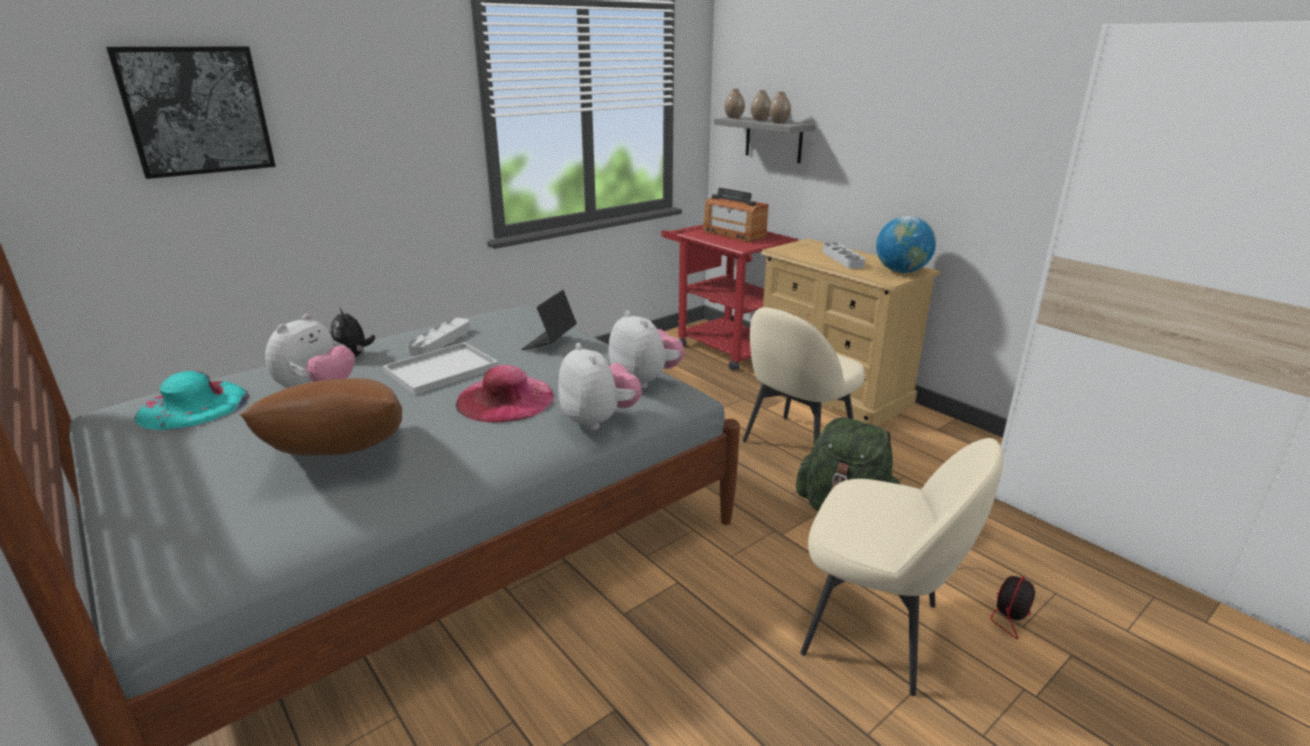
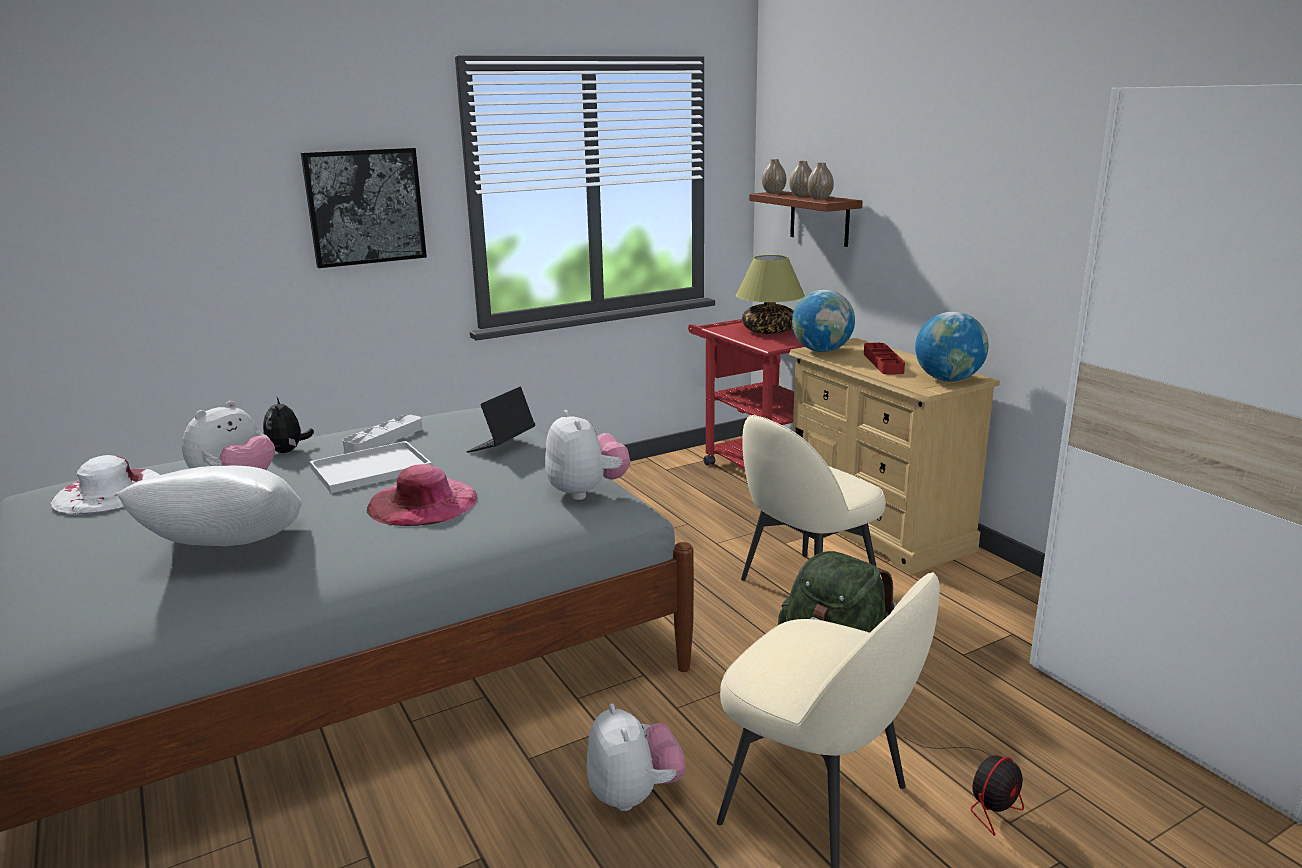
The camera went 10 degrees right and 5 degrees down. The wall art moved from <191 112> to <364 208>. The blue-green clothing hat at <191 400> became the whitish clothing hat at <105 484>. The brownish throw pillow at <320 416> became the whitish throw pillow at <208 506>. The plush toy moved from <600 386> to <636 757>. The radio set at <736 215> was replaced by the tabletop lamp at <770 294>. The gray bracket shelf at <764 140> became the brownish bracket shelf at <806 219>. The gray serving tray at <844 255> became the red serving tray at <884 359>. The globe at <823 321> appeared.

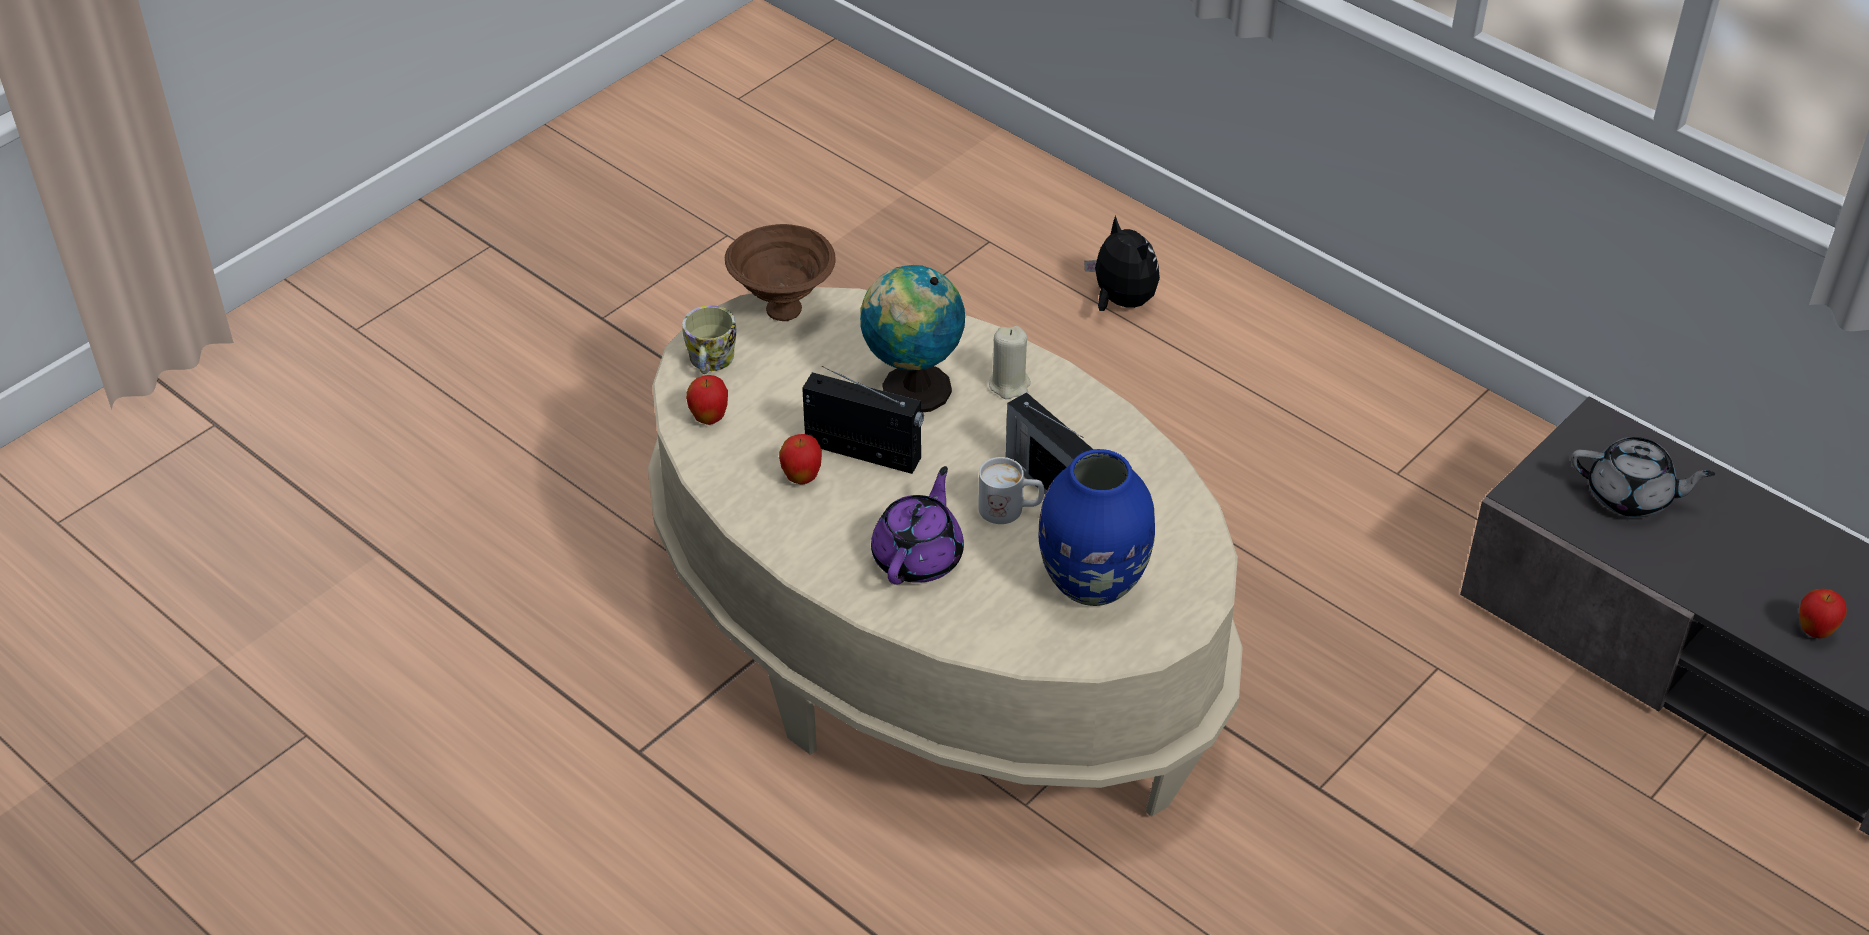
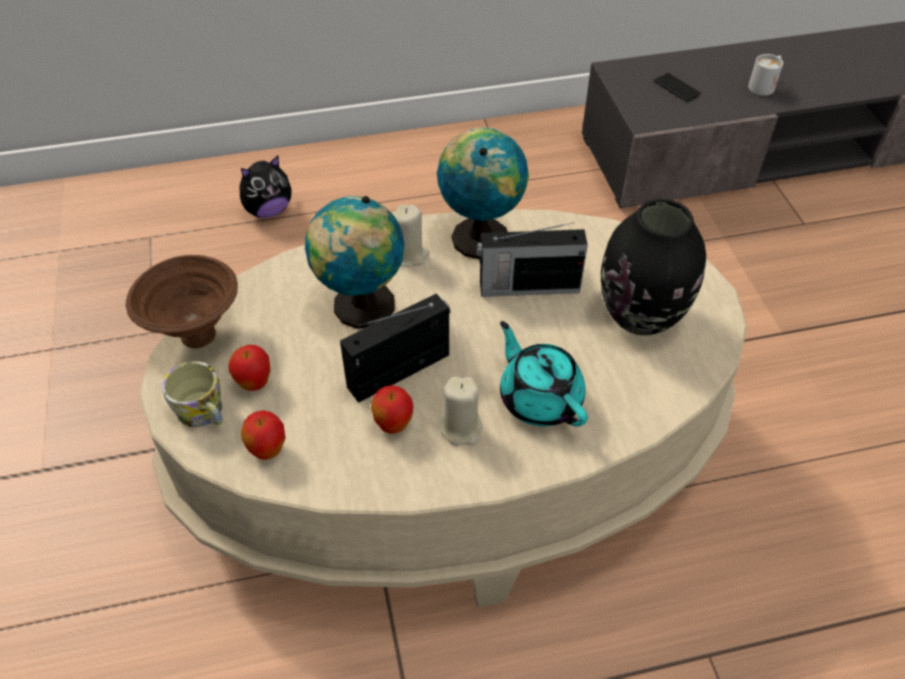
The camera went 55 degrees left and 5 degrees up. The purple-coloured tea pot at <917 525> became the blue-green tea pot at <544 374>. The whitish coffee mug moved from <1011 490> to <765 75>. The blue-coloured flower vase at <1097 527> became the blackish flower vase at <653 267>. The plush toy at <1122 263> turned 150 degrees clockwise. The gray tea pot at <1643 477> was replaced by the handset at <677 87>. The apple moved from <1823 613> to <249 368>. The globe at <483 193> appeared. The sand-coloured wax candle at <461 411> appeared.

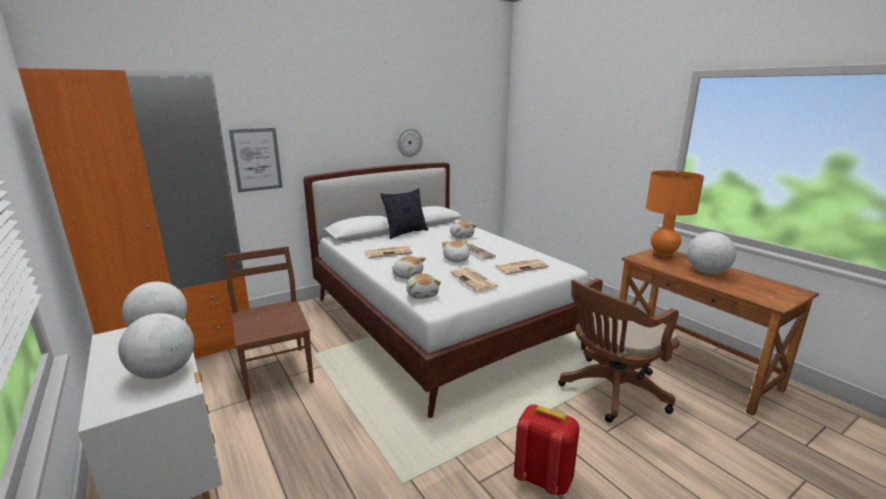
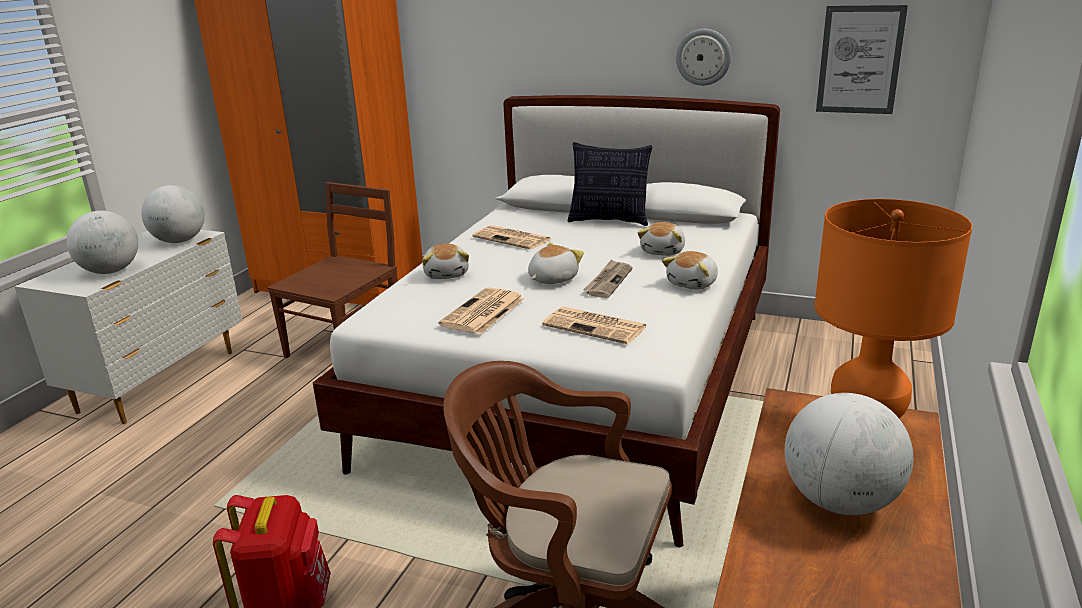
The camera went 55 degrees right and 5 degrees up. The wall art moved from <256 160> to <862 59>. The plush toy moved from <423 286> to <690 270>.

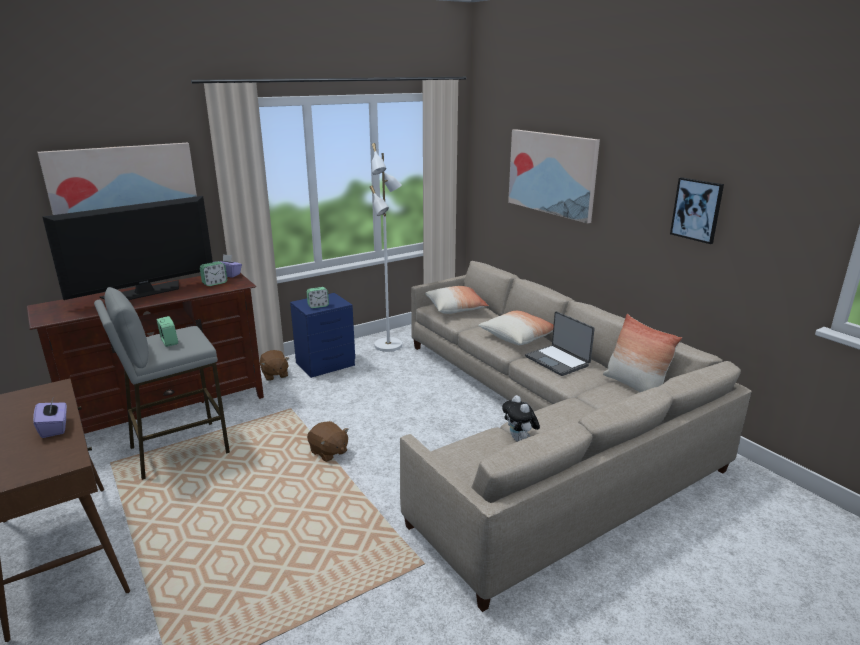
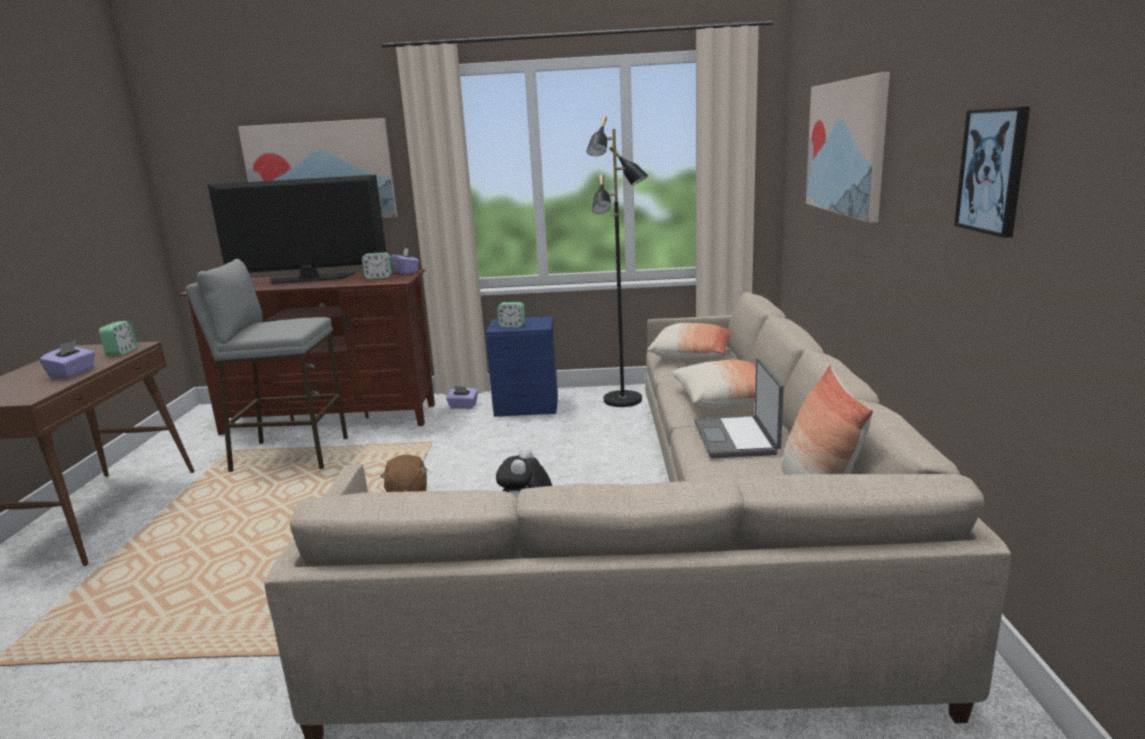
The camera went 35 degrees right and 5 degrees down. The alarm clock moved from <167 331> to <118 338>. The brownish plush toy at <274 365> was replaced by the purple-coloured box of tissues at <462 397>. The whitish floor lamp at <385 247> became the blackish floor lamp at <617 261>.

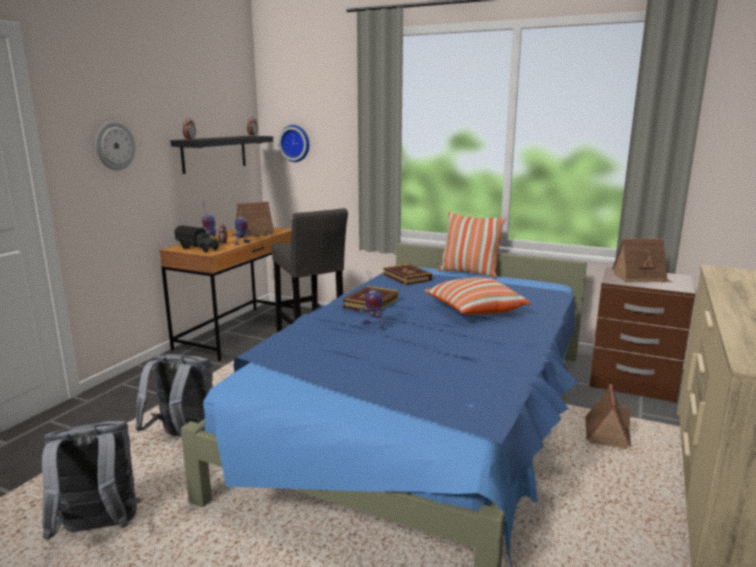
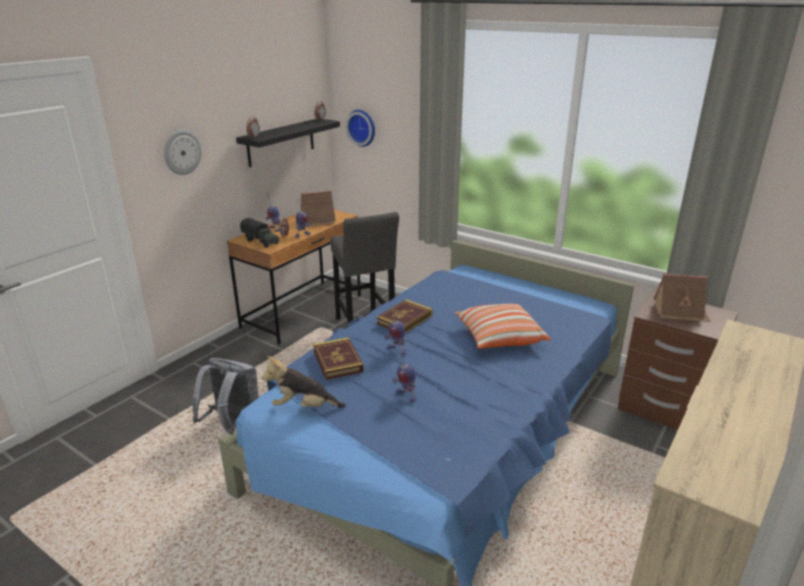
The camera went 10 degrees right and 10 degrees up. The gray rucksack at <91 481> disappeared. The book moved from <407 274> to <338 358>. The throw pillow at <472 245> disappeared. The miniature house at <608 416> disappeared. The plush toy at <304 382> appeared. The model robot at <404 375> appeared.

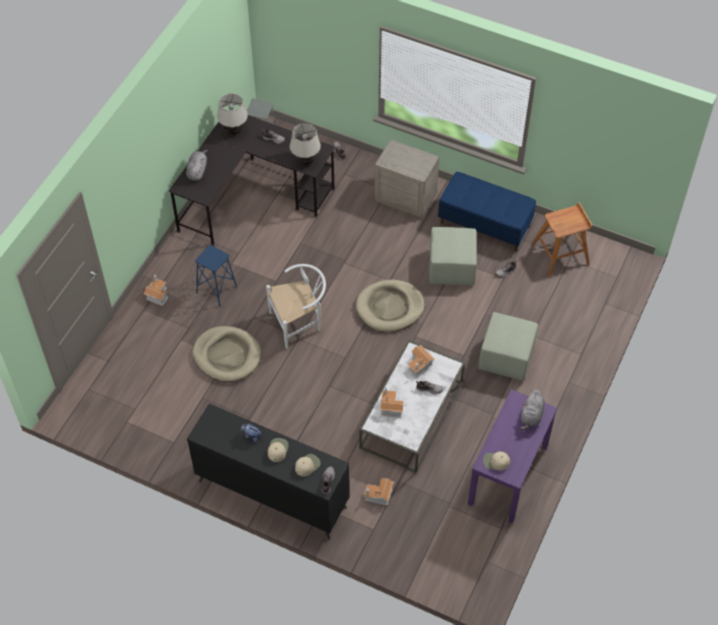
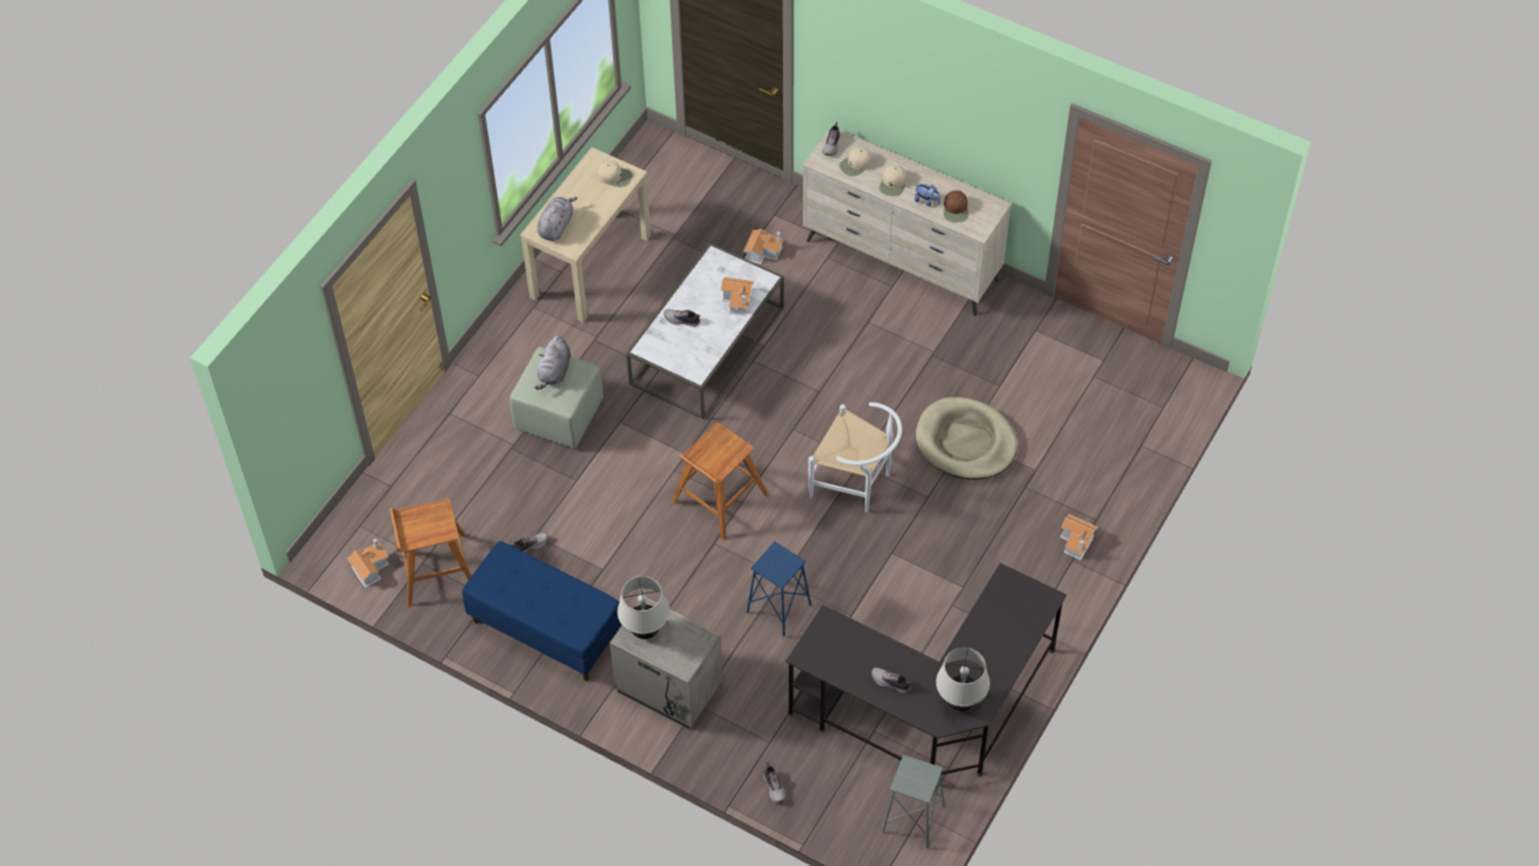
The camera went 175 degrees left and 0 degrees up. The gray plush toy moved from <197 165> to <553 362>. The blackish drawer chest at <268 472> became the sand-coloured drawer chest at <907 221>. The blue-coloured sitting stool moved from <216 275> to <779 589>. The whitish upright chair at <296 306> turned 135 degrees counterclockwise. The sand-coloured tabletop lamp moved from <305 144> to <643 607>. The sand-coloured pet bed at <390 306> was replaced by the brownish sitting stool at <719 481>. The miniature house moved from <421 361> to <368 563>. The green-coloured footrest at <453 256> disappeared. The purple-coloured console table at <512 456> became the sand-coloured console table at <585 235>. The brownish baseball cap at <956 206> appeared.

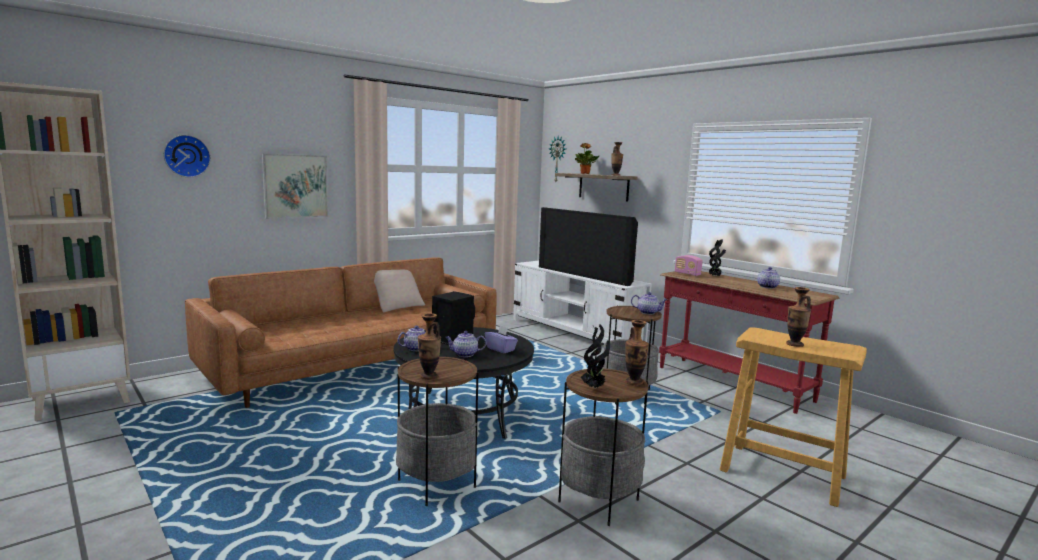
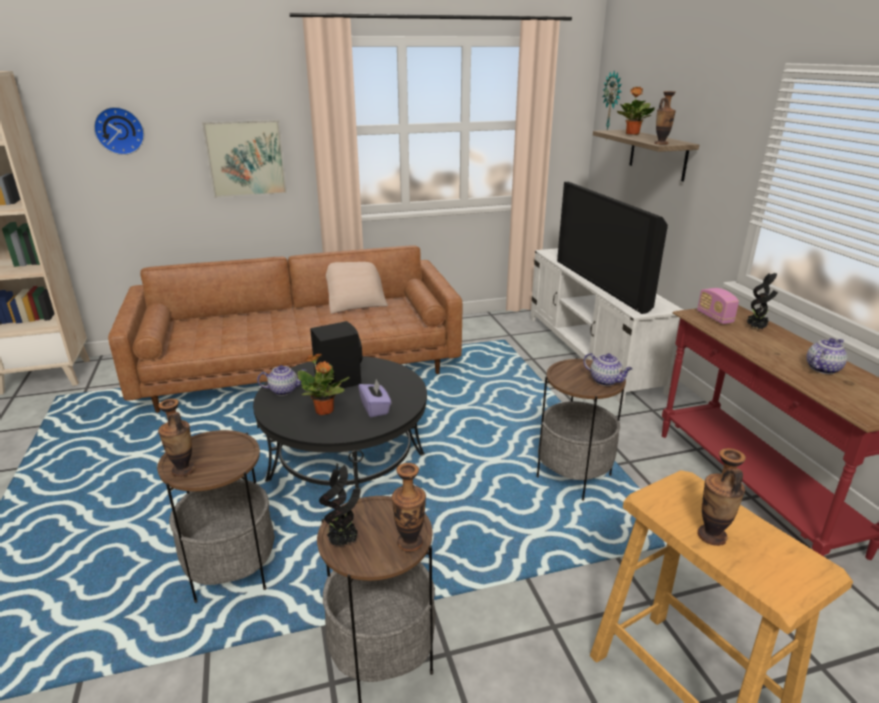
The camera went 25 degrees right and 15 degrees up. The tea pot at <465 344> was replaced by the potted plant at <323 384>.

